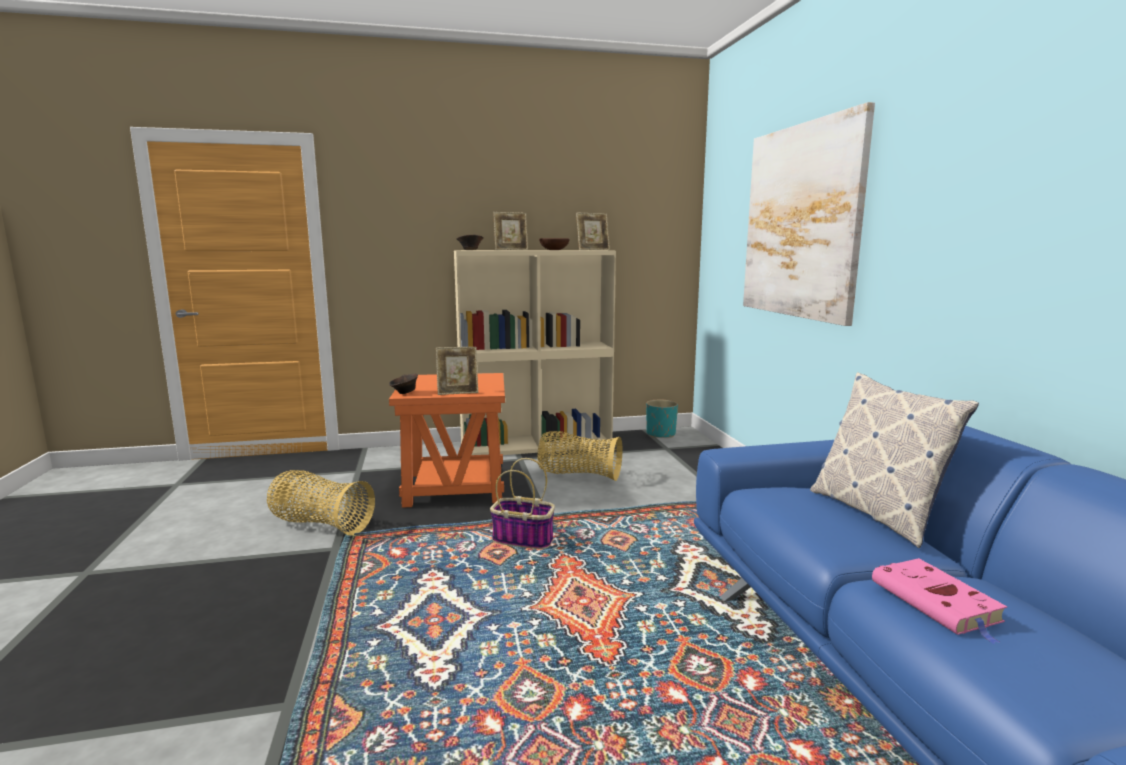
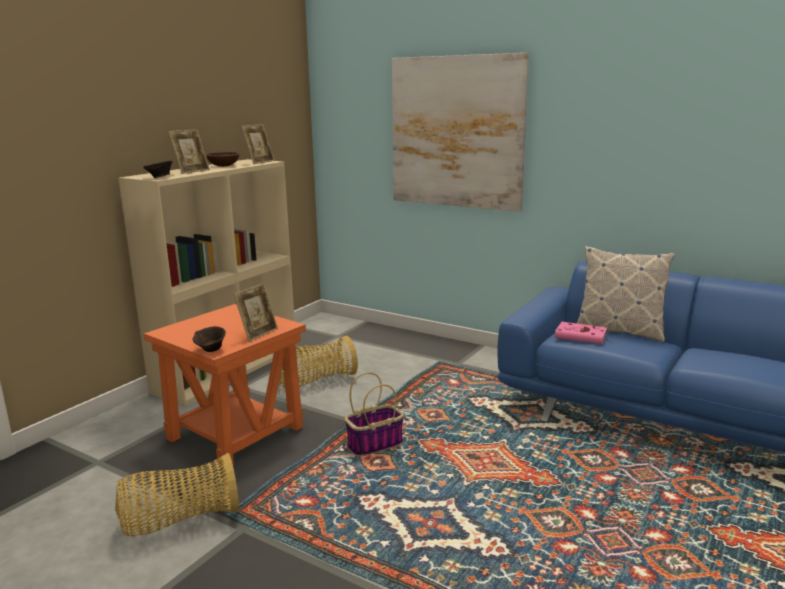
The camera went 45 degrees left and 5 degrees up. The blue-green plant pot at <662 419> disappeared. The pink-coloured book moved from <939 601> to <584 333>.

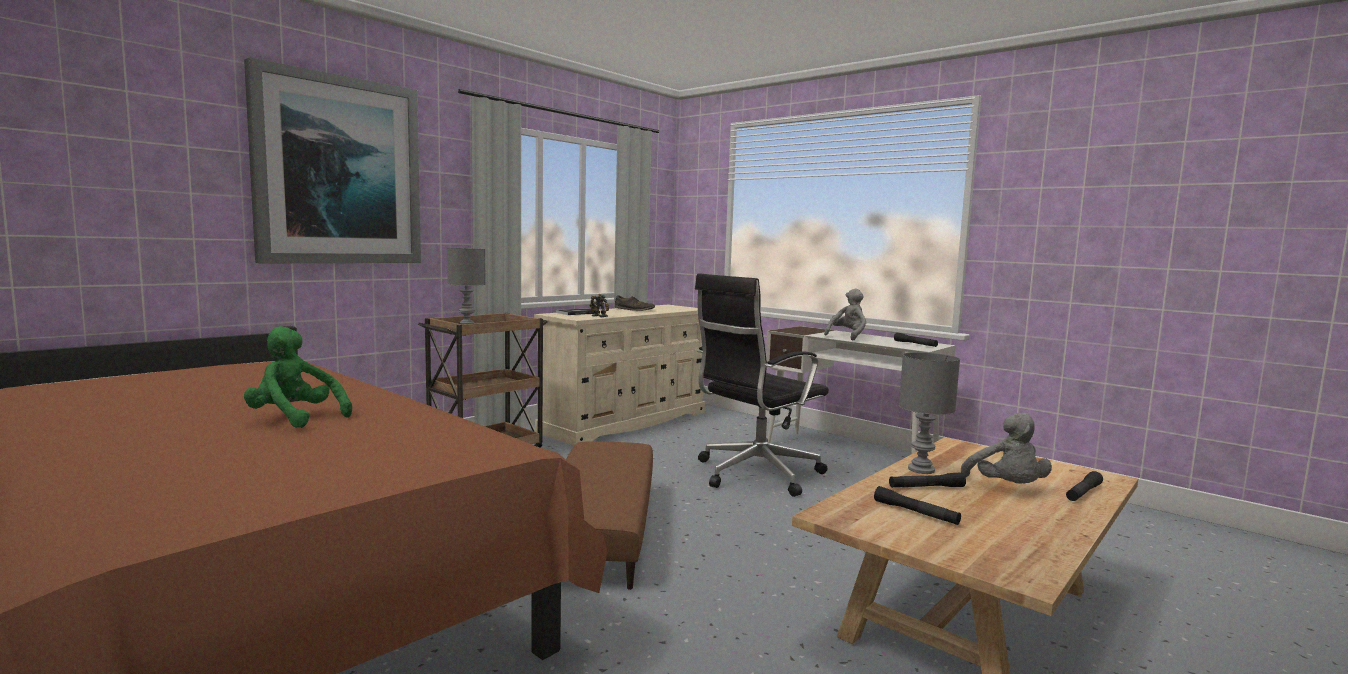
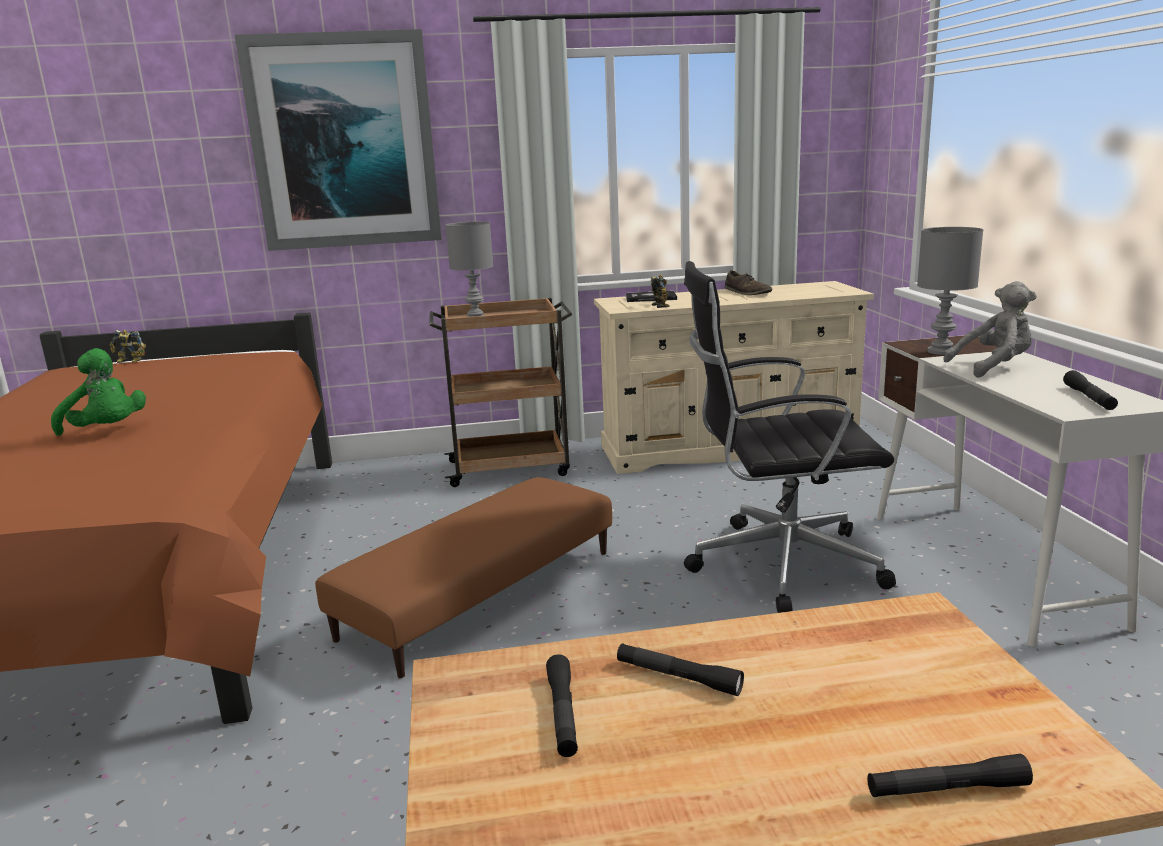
The camera went 40 degrees right and 10 degrees up. The green-coloured plush toy at <298 377> turned 150 degrees clockwise. The gray tabletop lamp moved from <929 413> to <950 291>. The gray plush toy at <1006 448> disappeared. The model robot at <128 346> appeared.

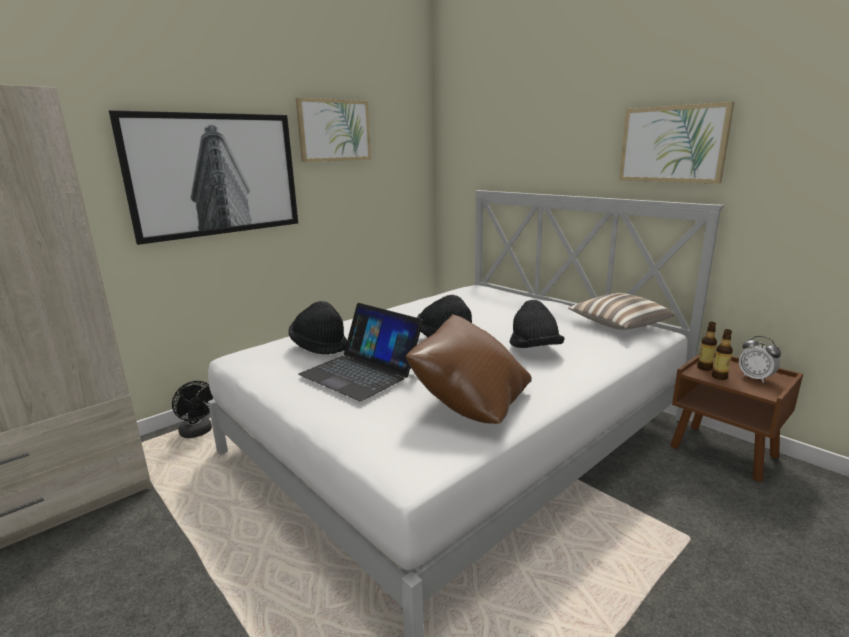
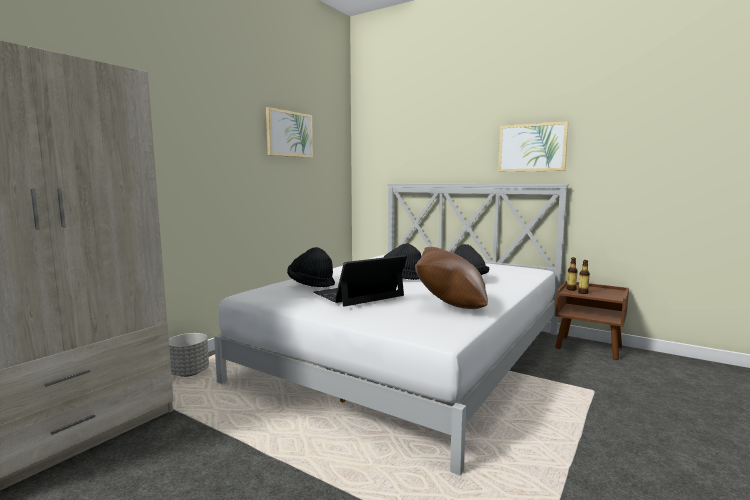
The camera went 15 degrees left and 10 degrees down. The wall art at <203 177> disappeared. The blackish cooling fan at <192 409> was replaced by the gray plant pot at <189 355>. The laptop at <360 352> turned 120 degrees clockwise. The throw pillow at <621 311> disappeared. The alarm clock at <760 359> disappeared.

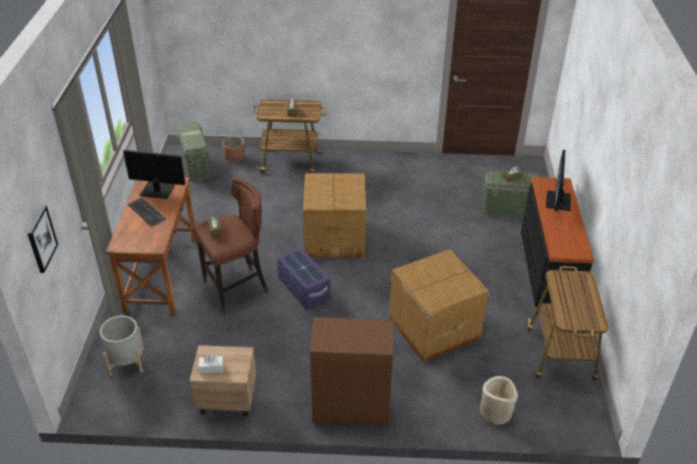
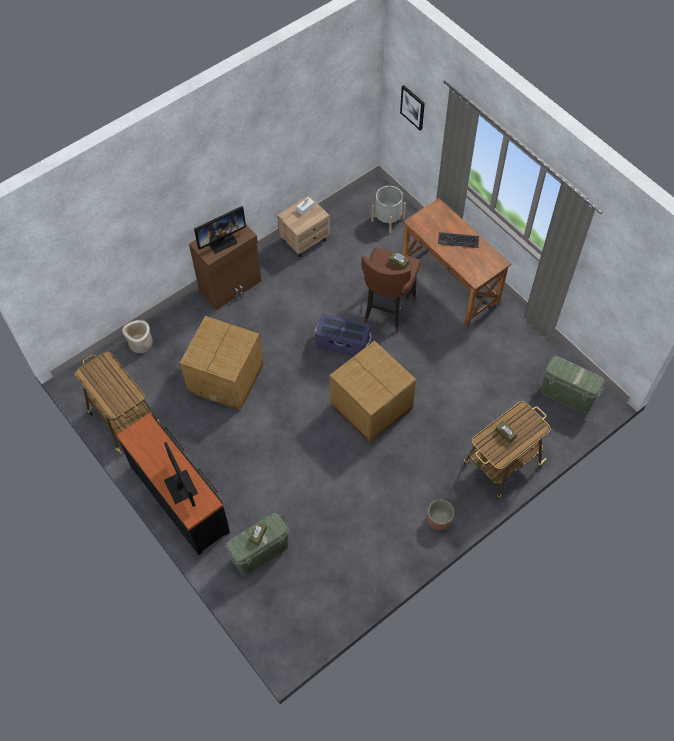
The camera went 140 degrees right and 20 degrees up. The computer screen moved from <154 174> to <220 229>. The plant pot moved from <233 149> to <441 515>.

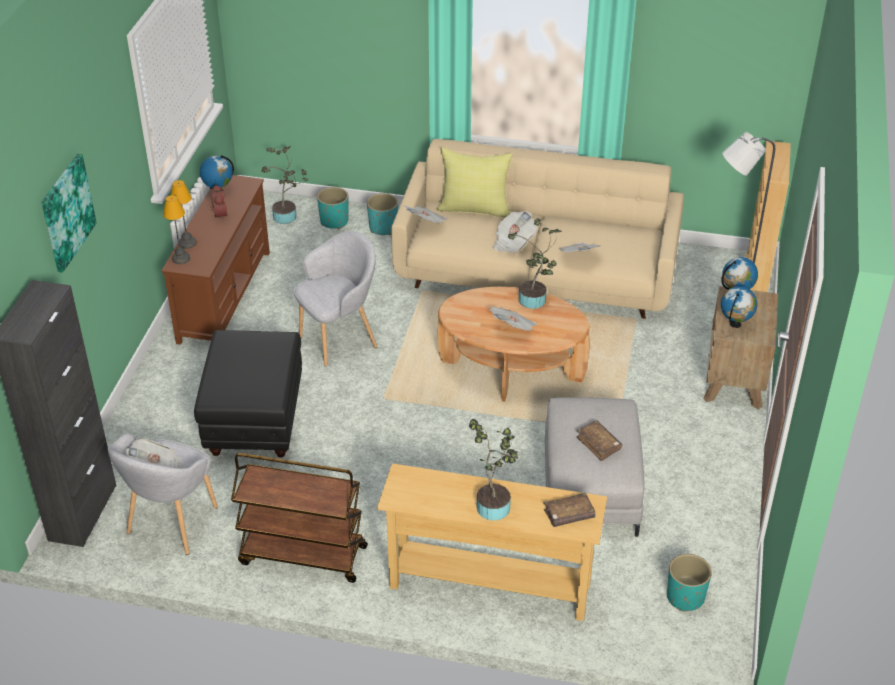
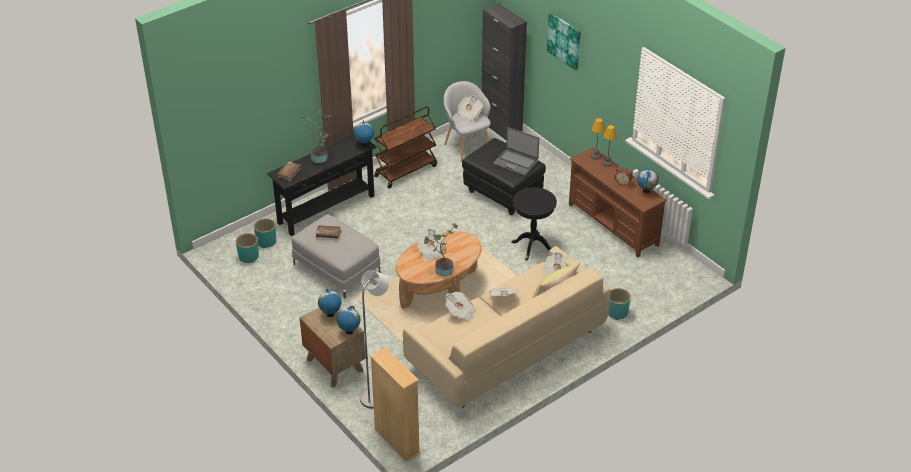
The camera went 130 degrees right and 0 degrees up. The potted plant at <285 185> disappeared. The gray armchair at <335 299> was replaced by the blackish accent table at <534 224>. The blue-green plant pot moved from <333 208> to <265 233>. The sand-coloured console table at <492 542> became the blackish console table at <322 185>. The globe at <364 133> appeared. The laptop at <516 151> appeared.

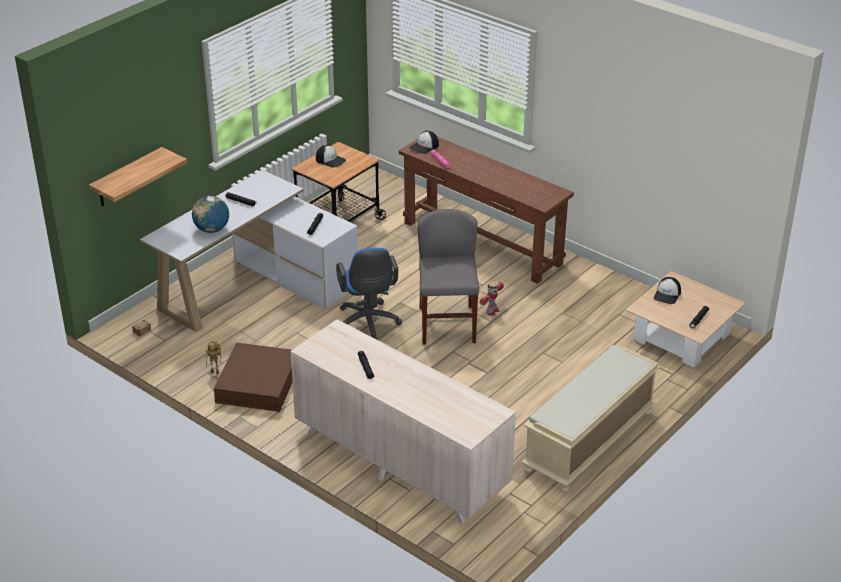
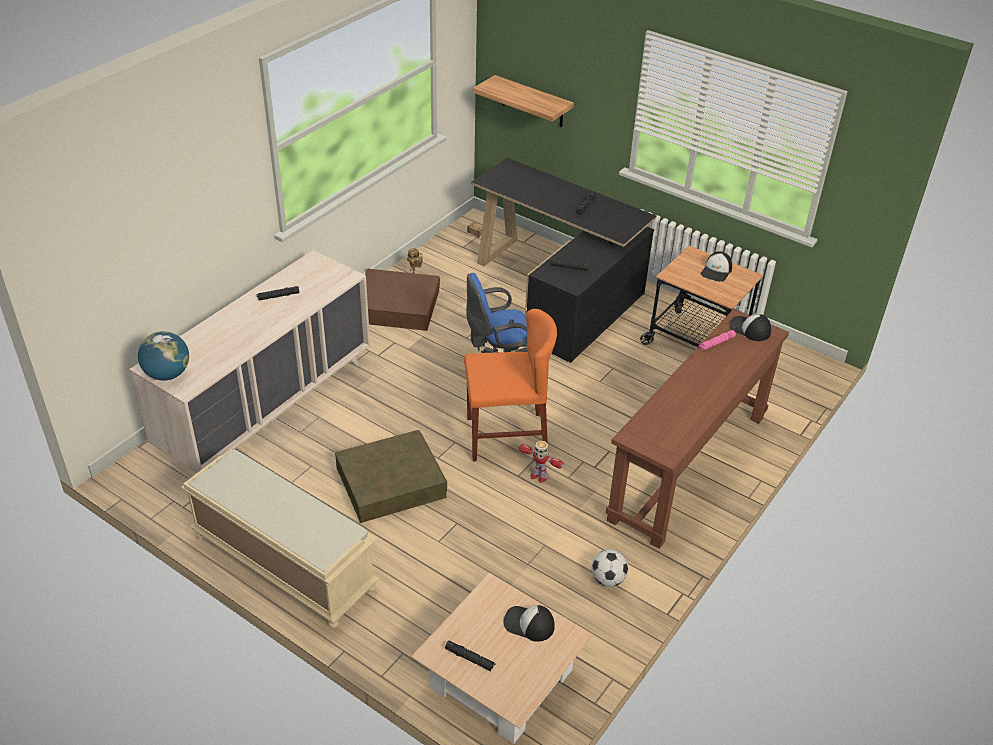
The camera went 85 degrees right and 5 degrees up. The whitish desk at <249 251> became the blackish desk at <564 260>. The globe moved from <210 214> to <163 355>. The gray upright chair at <448 277> became the orange-coloured upright chair at <510 385>. The brownish storage container at <391 476> appeared. The ball for football at <609 568> appeared.

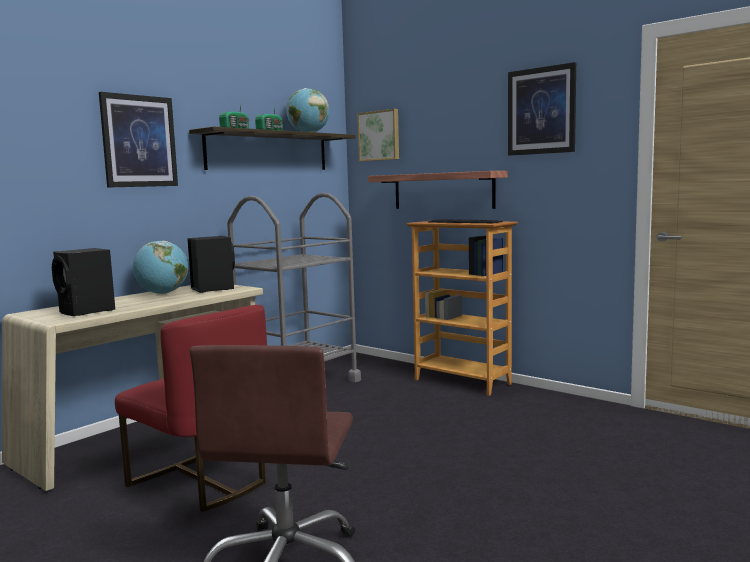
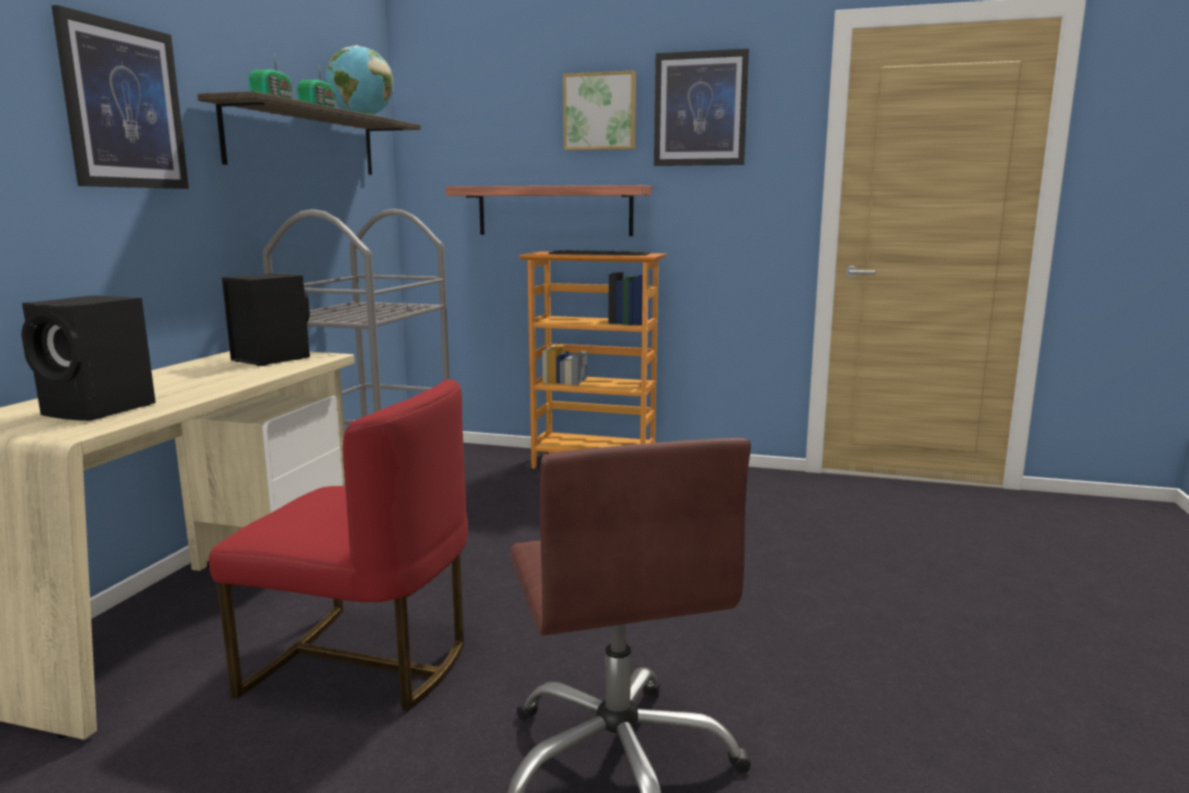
The camera went 25 degrees left and 5 degrees up. The globe at <160 267> disappeared. The wall art moved from <378 135> to <599 110>.

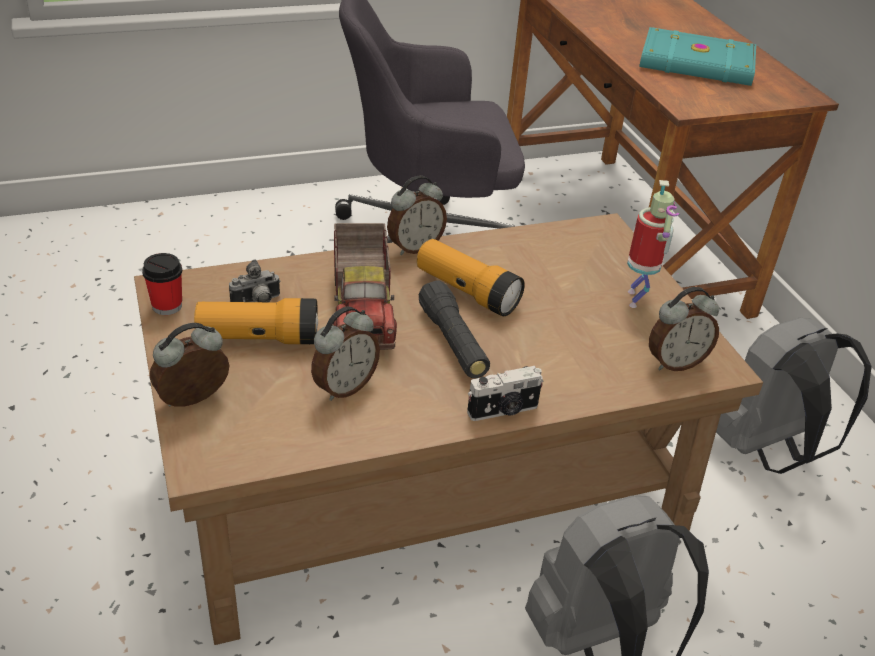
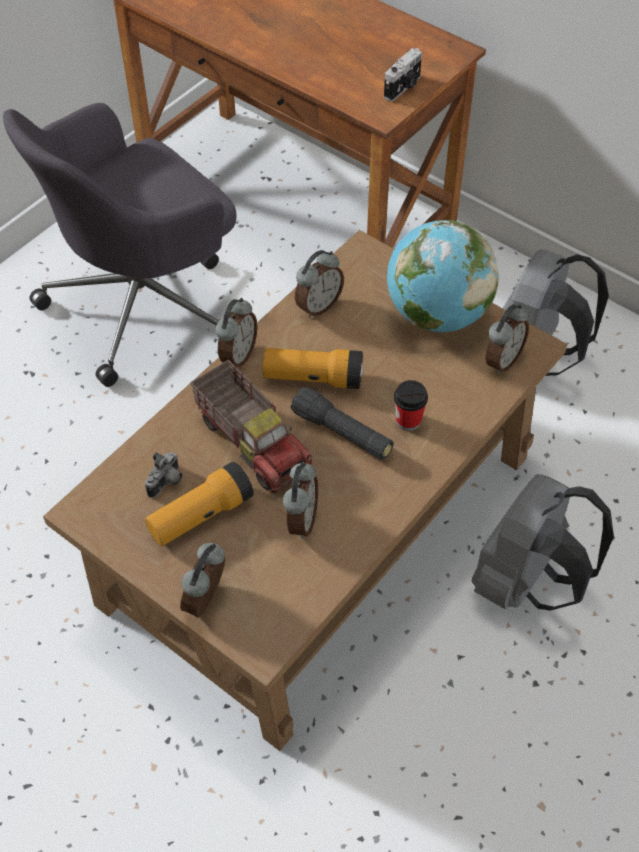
The camera went 30 degrees left and 15 degrees up. The cup moved from <162 284> to <411 405>. The photo camera moved from <505 393> to <403 75>. The model robot at <653 244> was replaced by the globe at <443 276>. The blue-green book at <697 56> disappeared. The alarm clock at <319 284> appeared.

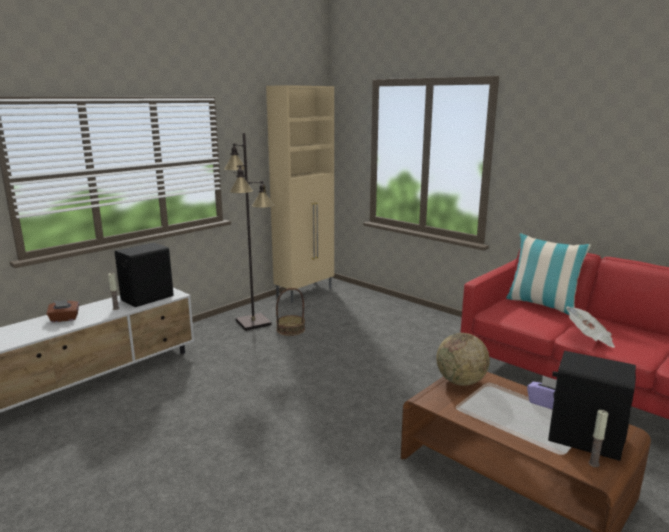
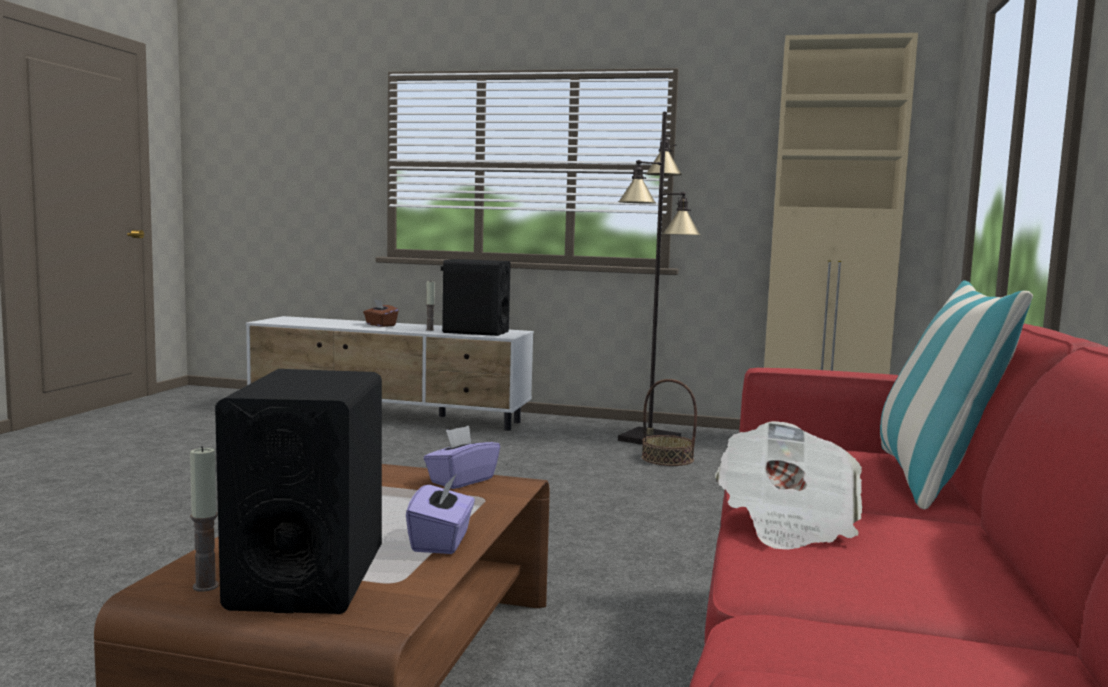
The camera went 60 degrees right and 10 degrees down. The globe at <463 359> was replaced by the purple-coloured box of tissues at <462 457>.

